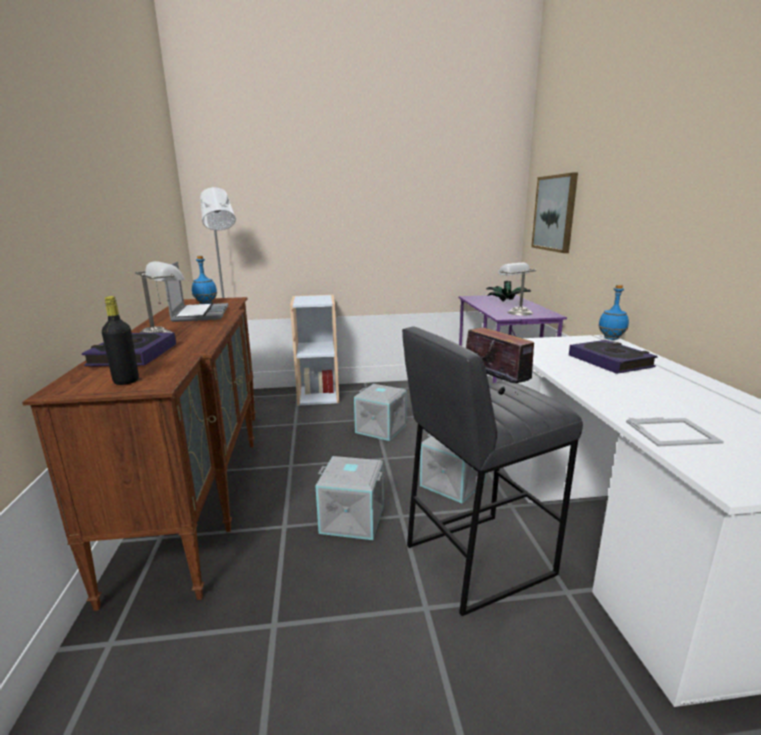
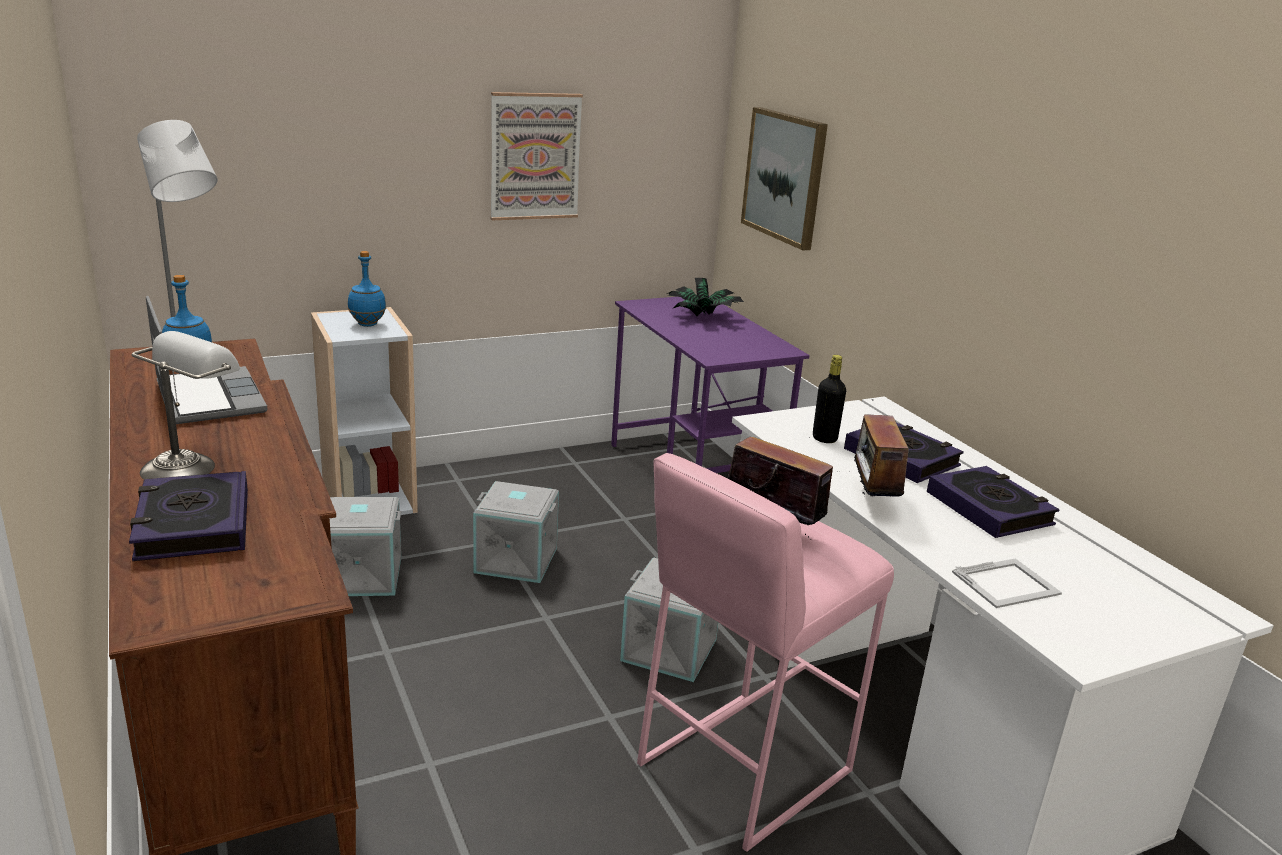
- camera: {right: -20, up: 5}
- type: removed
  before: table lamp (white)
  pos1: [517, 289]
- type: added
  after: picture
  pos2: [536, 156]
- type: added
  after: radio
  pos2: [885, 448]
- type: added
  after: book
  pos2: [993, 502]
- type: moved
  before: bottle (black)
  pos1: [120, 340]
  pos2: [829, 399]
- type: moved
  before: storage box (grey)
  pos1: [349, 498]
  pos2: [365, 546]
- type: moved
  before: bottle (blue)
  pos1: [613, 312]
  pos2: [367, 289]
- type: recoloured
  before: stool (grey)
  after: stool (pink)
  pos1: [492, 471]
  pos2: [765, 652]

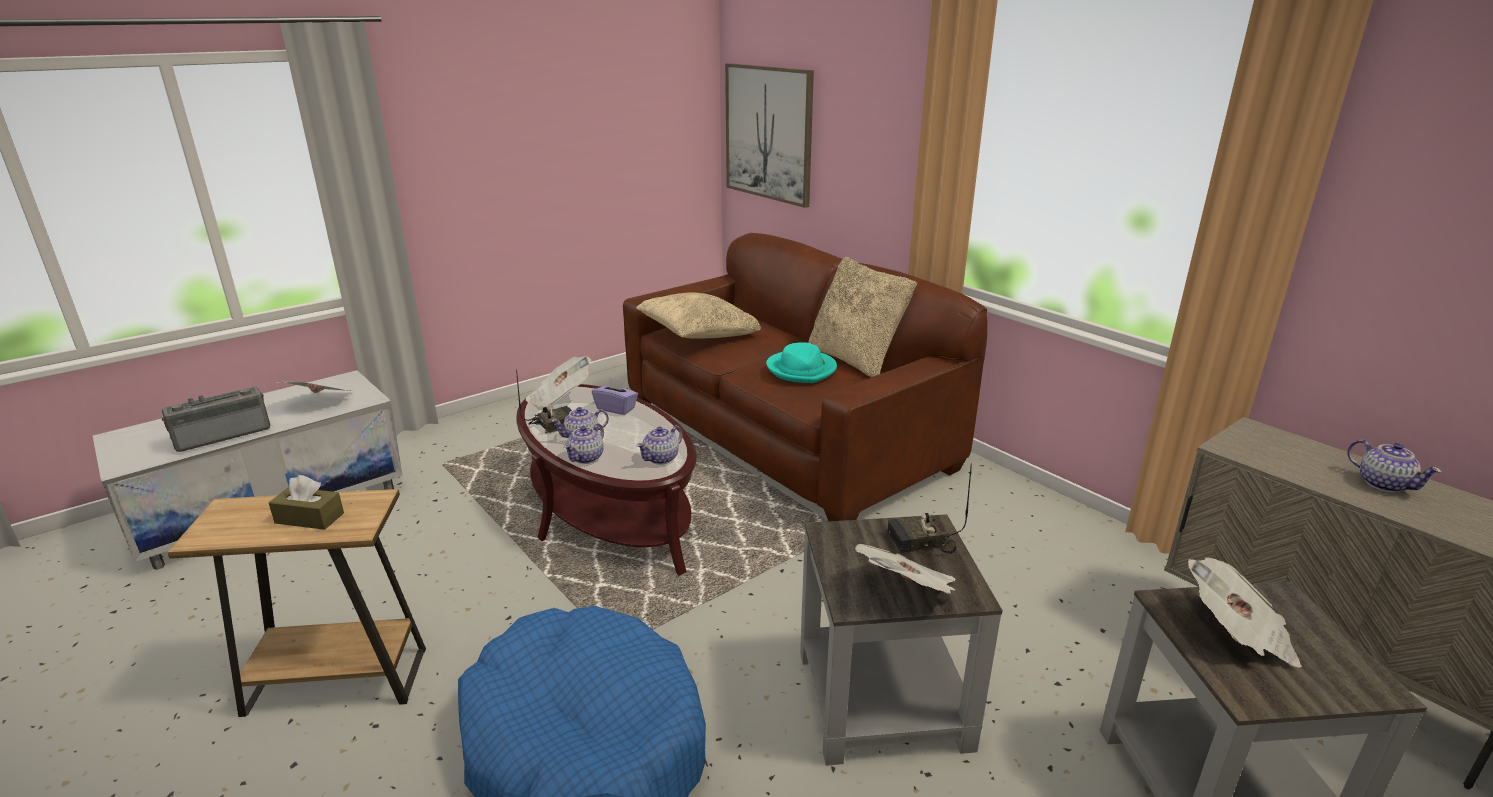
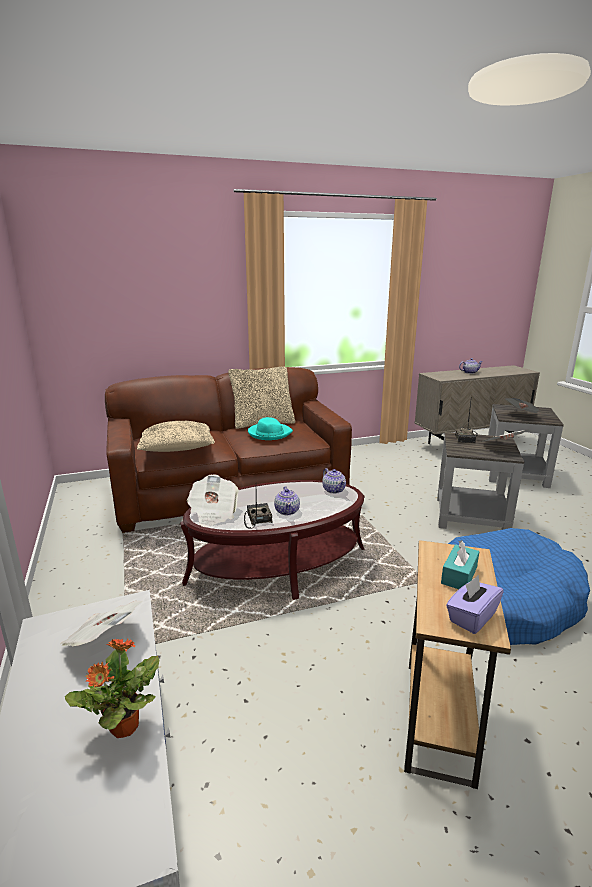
- camera: {right: -70, up: -5}
- type: removed
  before: teapot
  pos1: [584, 443]
- type: removed
  before: picture
  pos1: [769, 135]
- type: moved
  before: tissue box (purple)
  pos1: [615, 396]
  pos2: [475, 604]
- type: replaced
  before: radio
  after: potted plant
  pos1: [215, 419]
  pos2: [112, 688]
- type: recoloured
  before: tissue box (brown)
  after: tissue box (turquoise)
  pos1: [306, 502]
  pos2: [460, 564]

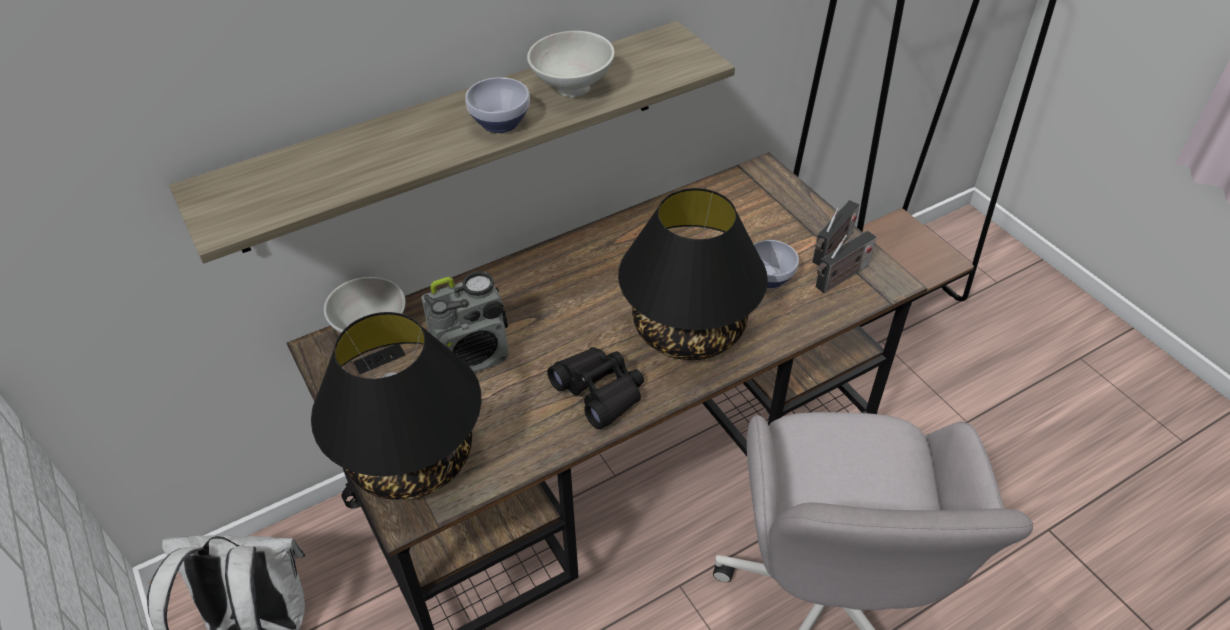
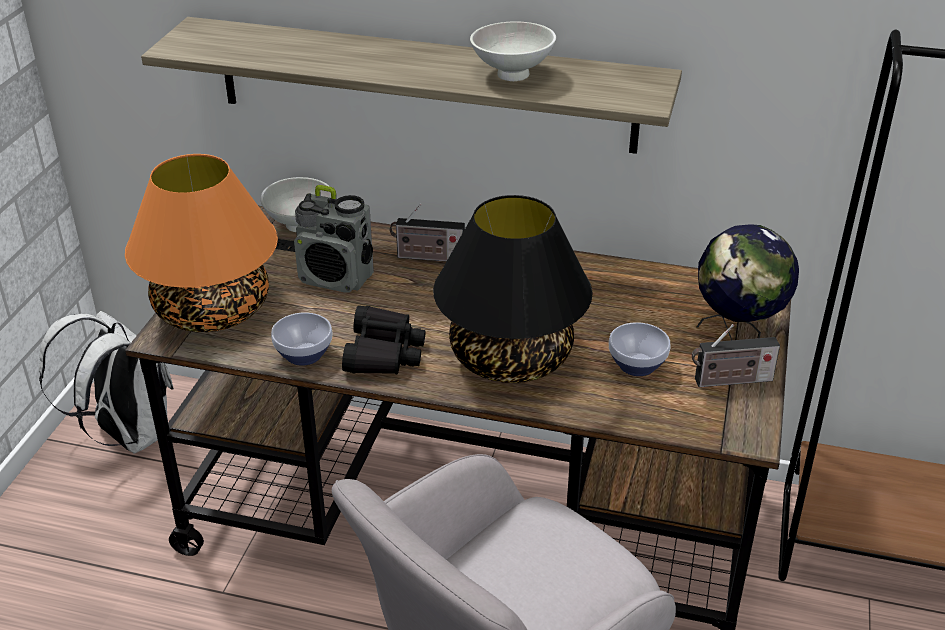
- camera: {right: 45, up: -10}
- type: added
  after: globe
  pos2: [748, 282]
- type: moved
  before: bowl
  pos1: [497, 105]
  pos2: [301, 339]
- type: moved
  before: radio
  pos1: [846, 262]
  pos2: [427, 233]
- type: recoloured
  before: table lamp (black)
  after: table lamp (orange)
  pos1: [396, 406]
  pos2: [201, 243]

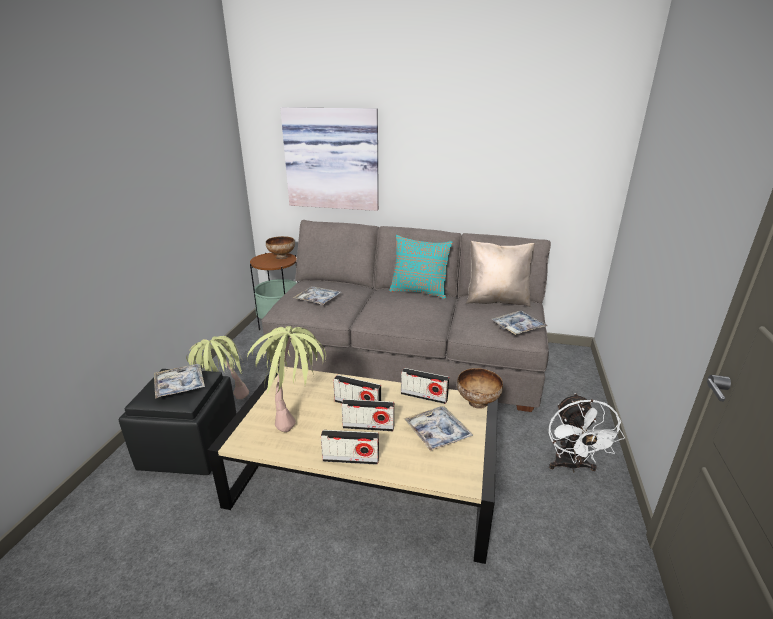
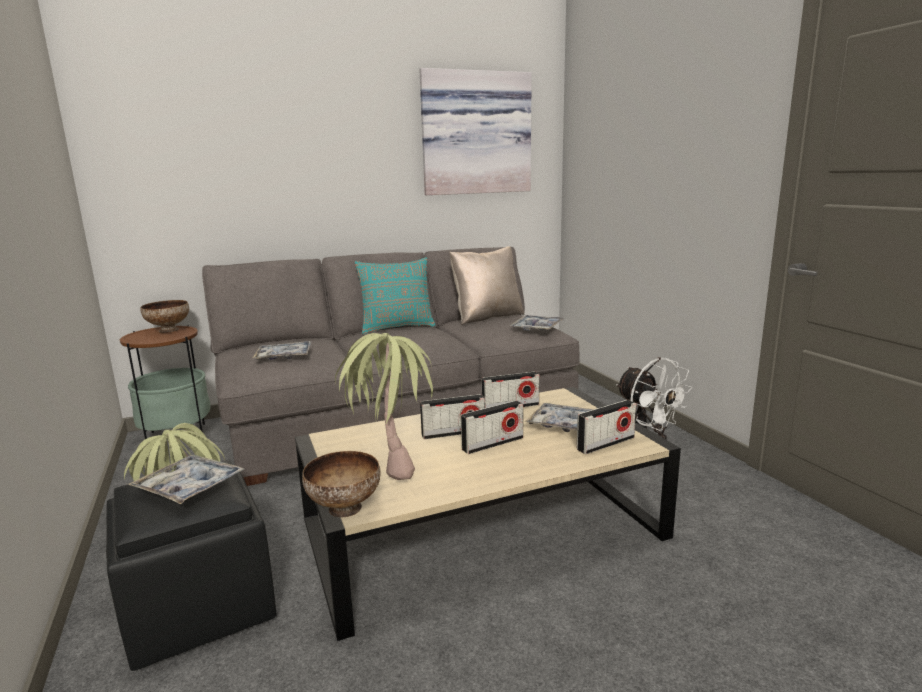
- camera: {right: -35, up: -10}
- type: moved
  before: picture
  pos1: [329, 159]
  pos2: [475, 131]
- type: moved
  before: radio
  pos1: [350, 447]
  pos2: [606, 427]
- type: moved
  before: bowl
  pos1: [480, 388]
  pos2: [341, 484]

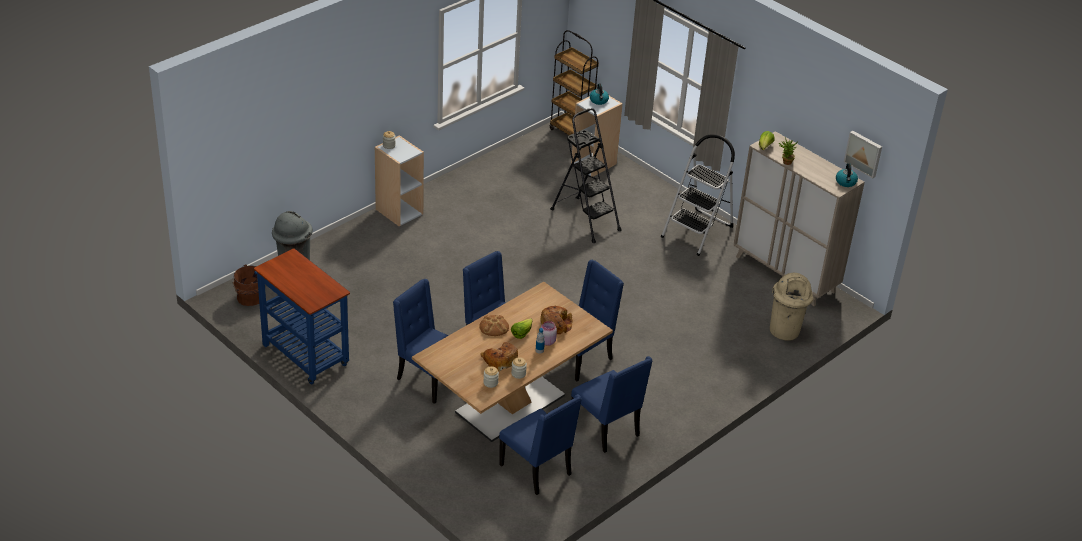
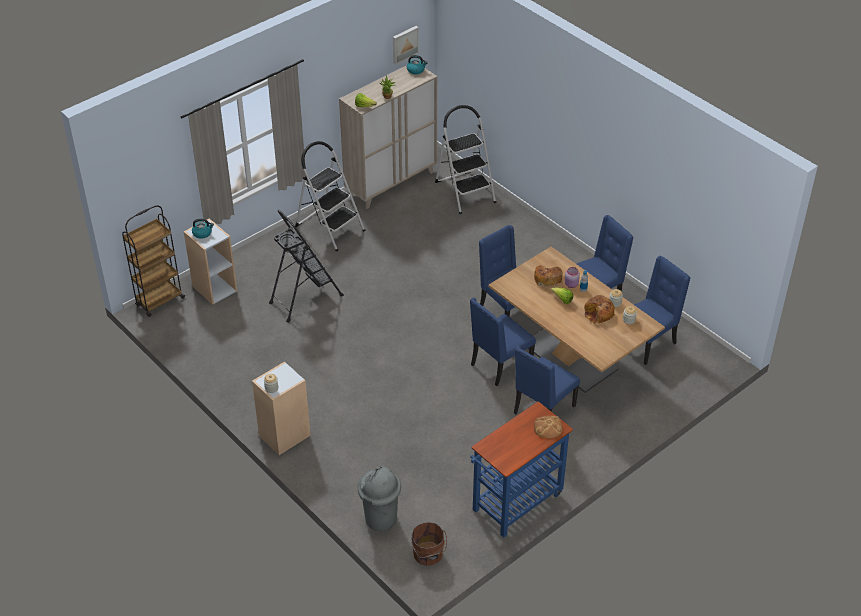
- camera: {right: -85, up: 5}
- type: moved
  before: bread
  pos1: [494, 325]
  pos2: [548, 427]
- type: replaced
  before: trash can (beige)
  after: step ladder
  pos1: [791, 307]
  pos2: [465, 159]

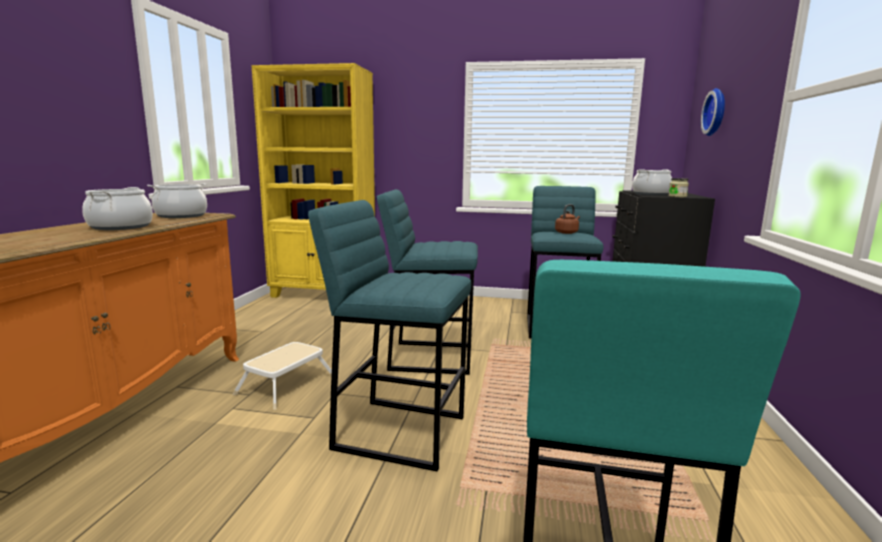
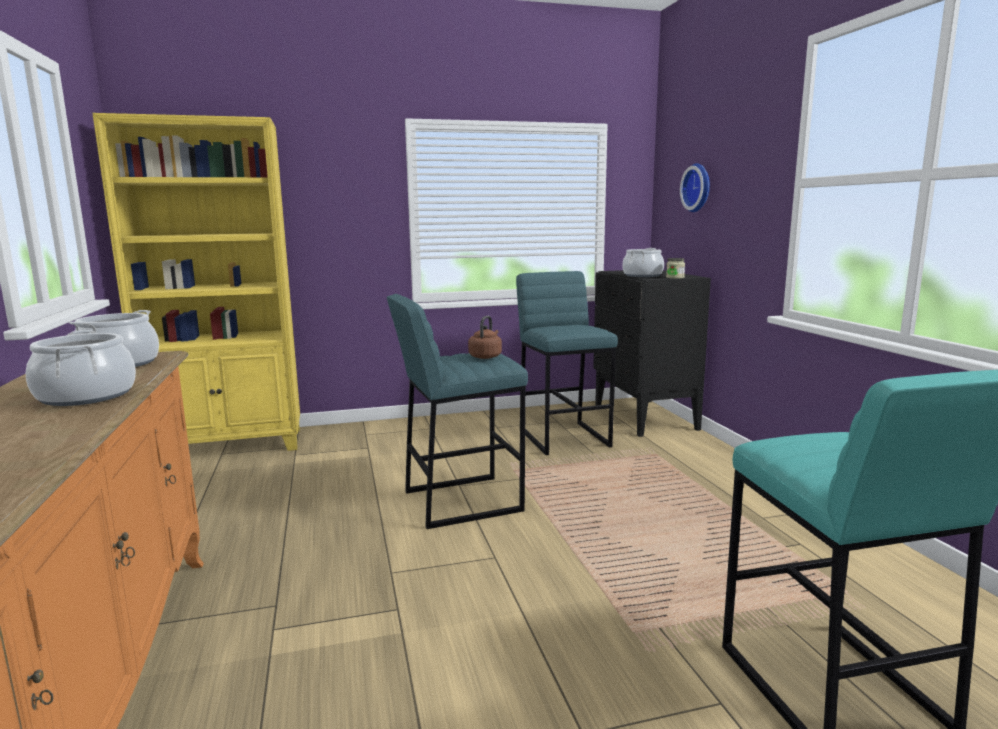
- camera: {right: -25, up: 0}
- type: removed
  before: step ladder (beige)
  pos1: [282, 376]
- type: removed
  before: stool (turquoise)
  pos1: [389, 335]
- type: moved
  before: kettle (brown)
  pos1: [567, 219]
  pos2: [485, 337]

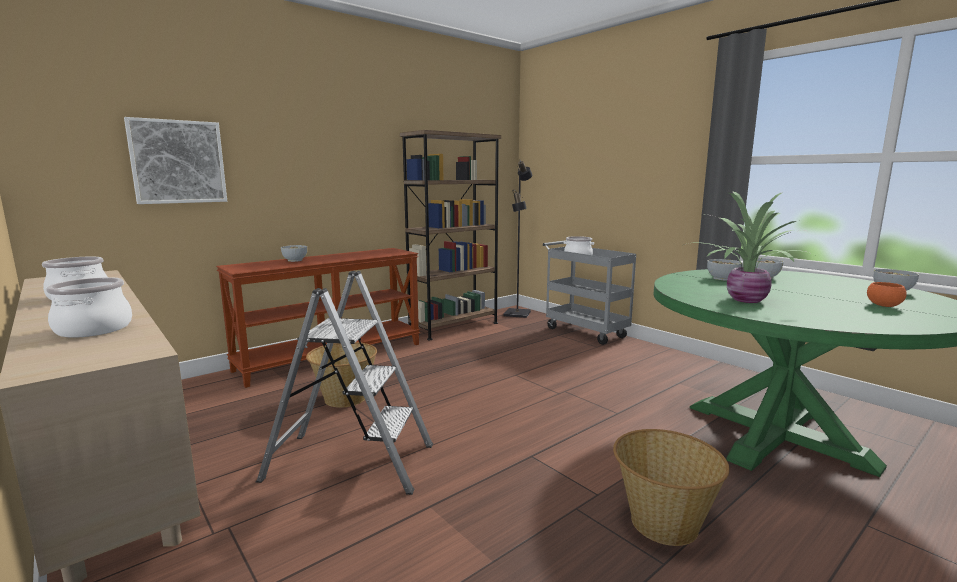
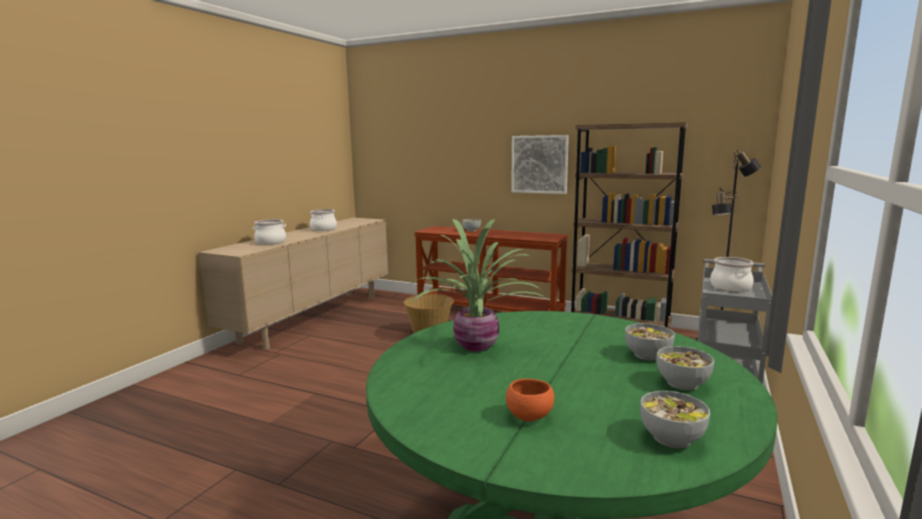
- camera: {right: 65, up: 0}
- type: removed
  before: step ladder (grey)
  pos1: [344, 383]
- type: removed
  before: basket
  pos1: [671, 487]
- type: moved
  before: picture
  pos1: [175, 160]
  pos2: [540, 164]
- type: moved
  before: bowl
  pos1: [724, 269]
  pos2: [685, 368]

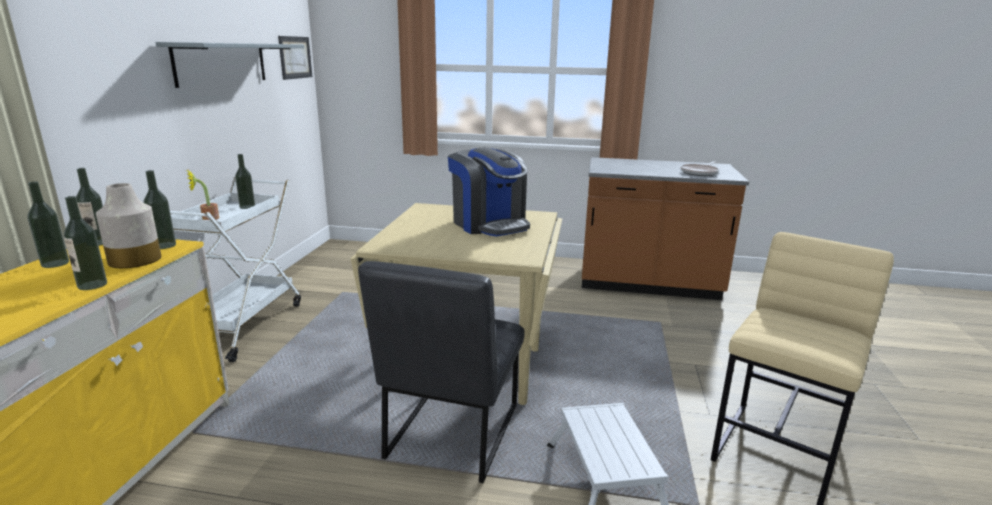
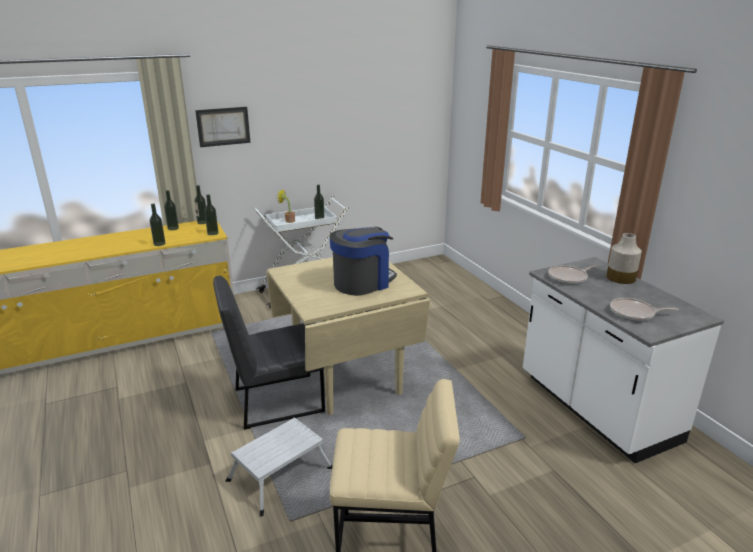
- camera: {right: 55, up: 5}
- type: removed
  before: shelf (grey)
  pos1: [230, 65]
- type: added
  after: frying pan
  pos2: [573, 275]
- type: moved
  before: vase (beige)
  pos1: [128, 225]
  pos2: [624, 258]
- type: moved
  before: picture
  pos1: [295, 58]
  pos2: [222, 127]
- type: recoloured
  before: counter (brown)
  after: counter (white)
  pos1: [665, 228]
  pos2: [623, 360]
- type: turned
  before: coffee machine
  pos1: [489, 191]
  pos2: [363, 261]
  turn: -150

